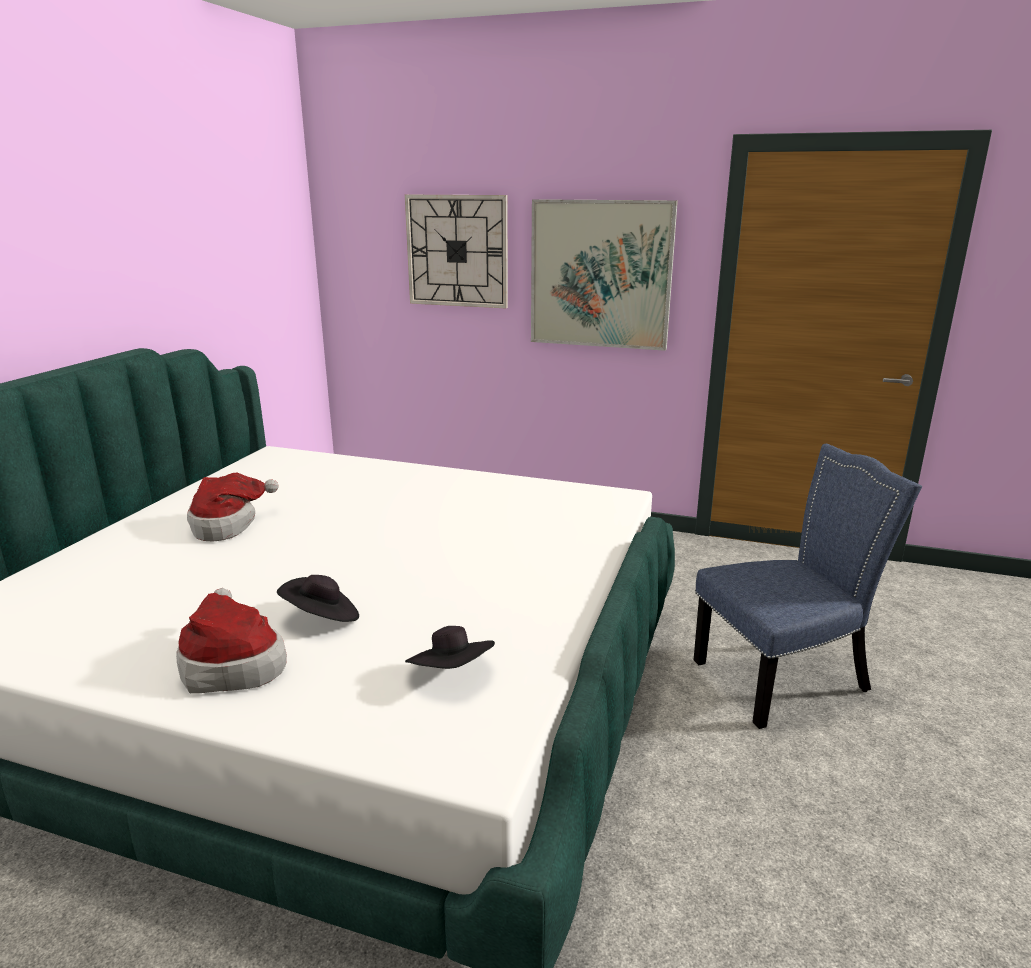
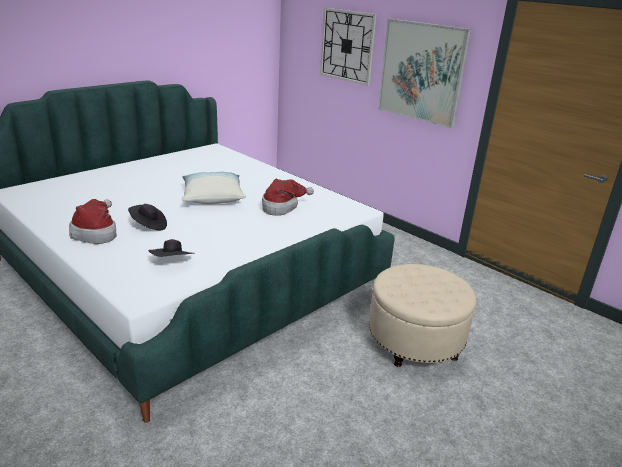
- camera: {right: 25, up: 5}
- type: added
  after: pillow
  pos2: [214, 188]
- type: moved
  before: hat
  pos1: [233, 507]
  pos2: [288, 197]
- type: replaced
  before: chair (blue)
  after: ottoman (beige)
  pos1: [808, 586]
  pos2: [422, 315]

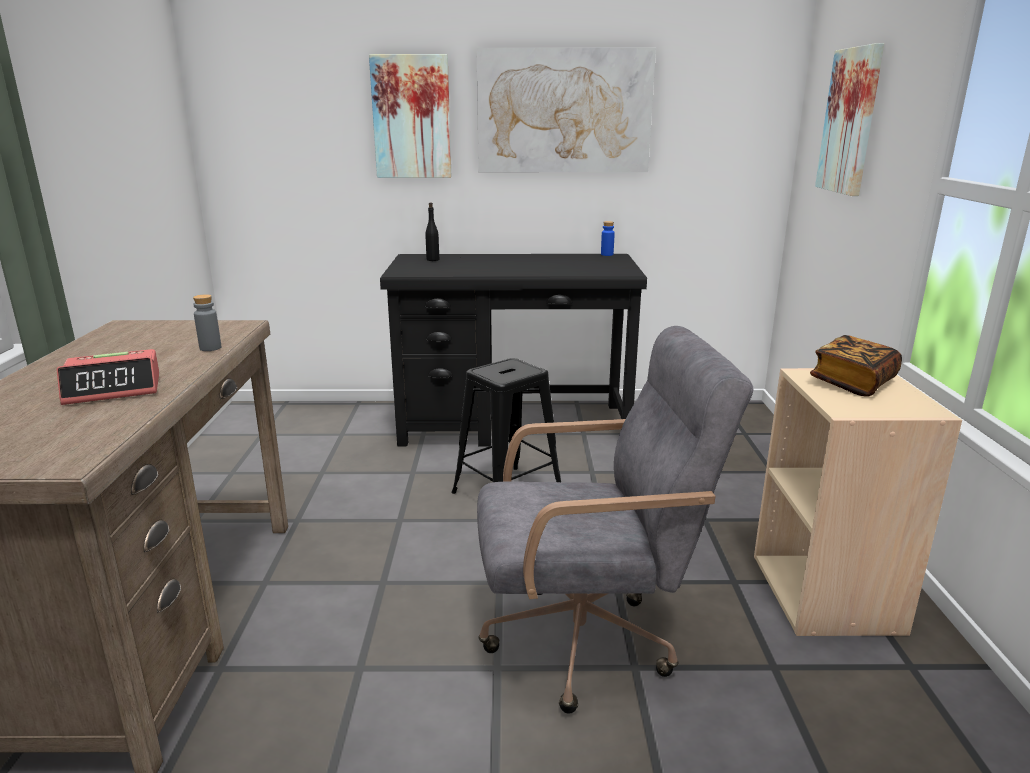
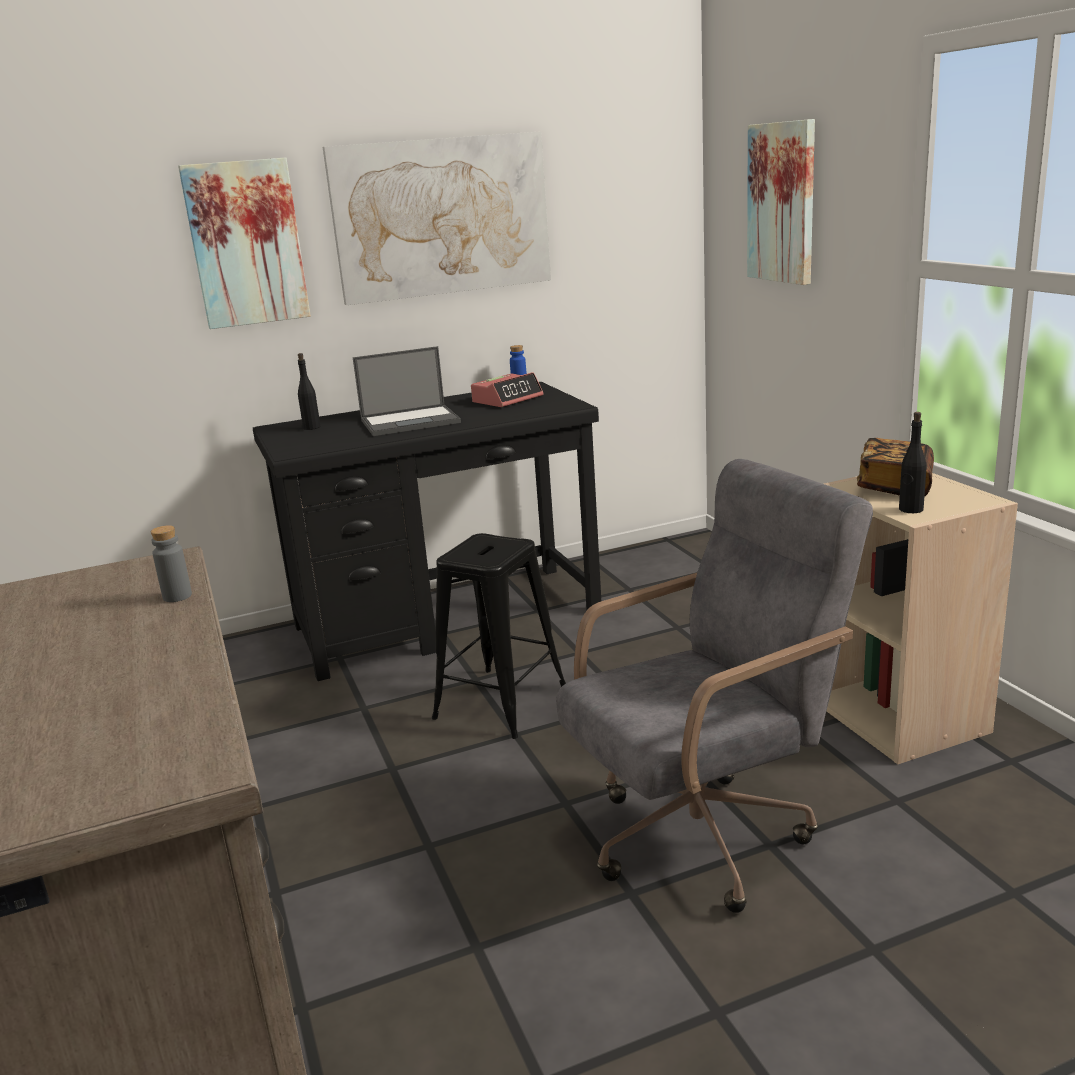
- camera: {right: -20, up: 0}
- type: added
  after: laptop
  pos2: [407, 391]
- type: added
  after: bottle (black)
  pos2: [913, 462]
- type: moved
  before: alarm clock
  pos1: [108, 377]
  pos2: [507, 389]

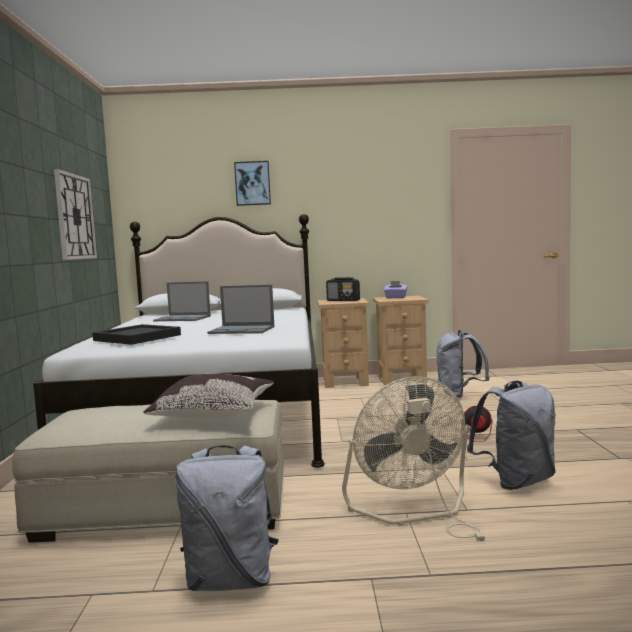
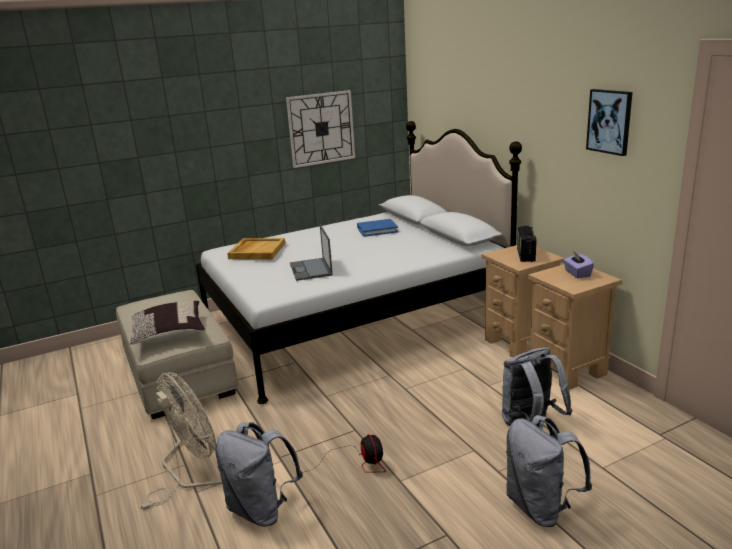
- camera: {right: 65, up: 15}
- type: moved
  before: backpack (grey)
  pos1: [227, 518]
  pos2: [549, 471]
- type: moved
  before: picture
  pos1: [252, 183]
  pos2: [609, 122]
- type: replaced
  before: laptop
  after: book (blue)
  pos1: [182, 301]
  pos2: [377, 228]
- type: recoloured
  before: tray (black)
  after: tray (beige)
  pos1: [136, 334]
  pos2: [256, 248]

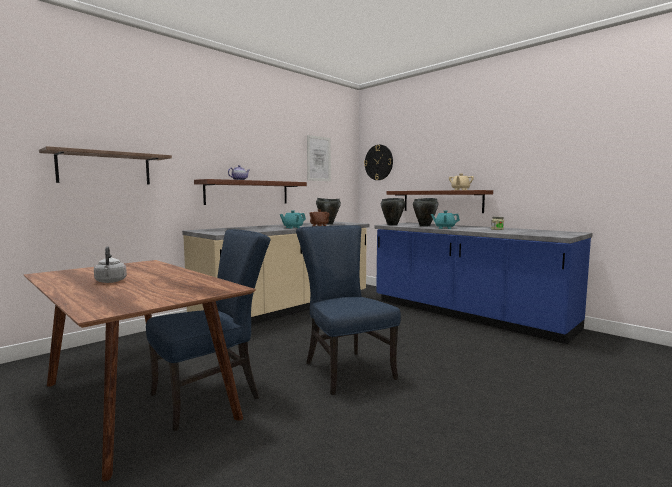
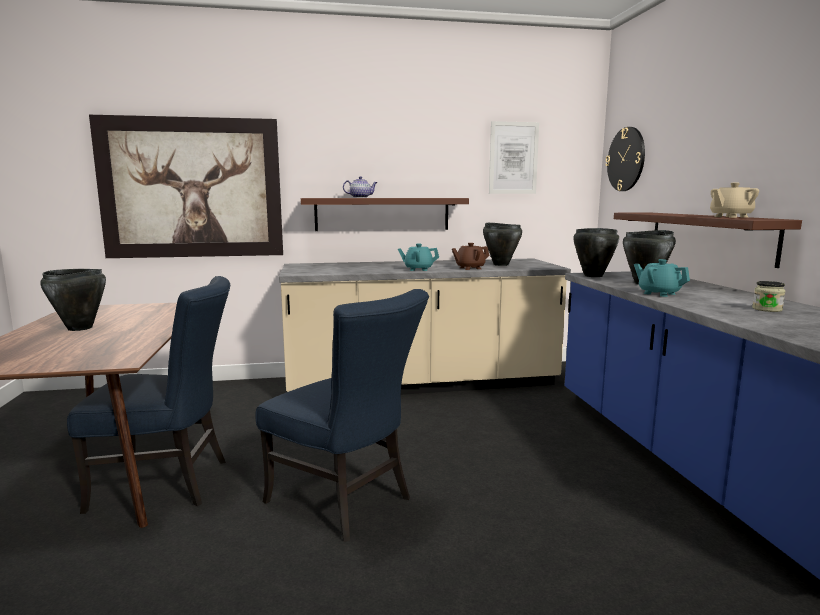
- camera: {right: 35, up: 5}
- type: replaced
  before: shelf
  after: picture
  pos1: [105, 165]
  pos2: [186, 186]
- type: replaced
  before: kettle (grey)
  after: cooking pot (black)
  pos1: [110, 264]
  pos2: [73, 300]
- type: turned
  before: chair (blue)
  pos1: [348, 310]
  pos2: [342, 415]
  turn: 120

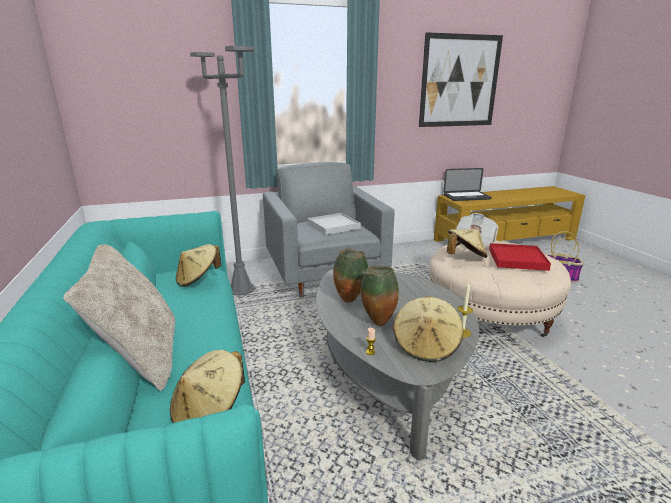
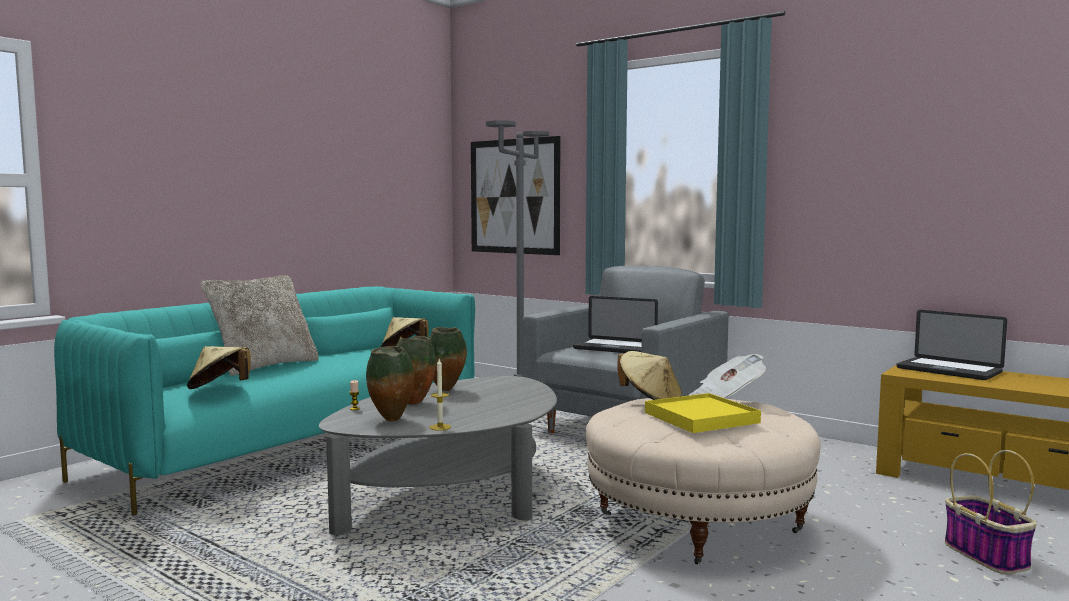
- camera: {right: 55, up: -15}
- type: moved
  before: picture
  pos1: [461, 79]
  pos2: [515, 195]
- type: replaced
  before: tray (white)
  after: laptop
  pos1: [334, 224]
  pos2: [615, 324]
- type: replaced
  before: hat (beige)
  after: vase
  pos1: [428, 329]
  pos2: [390, 383]
- type: recoloured
  before: tray (red)
  after: tray (yellow)
  pos1: [520, 257]
  pos2: [703, 413]

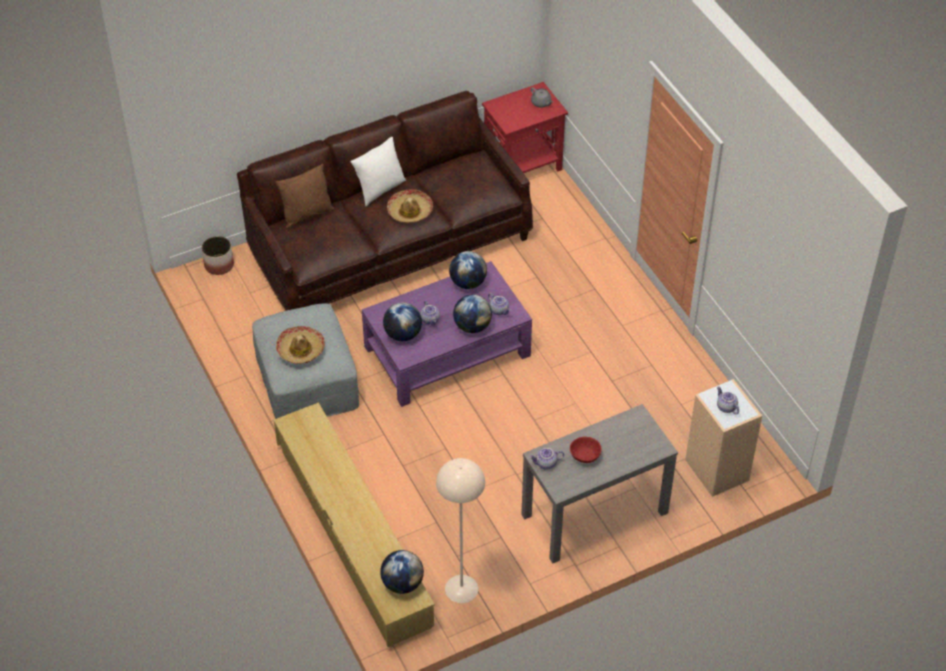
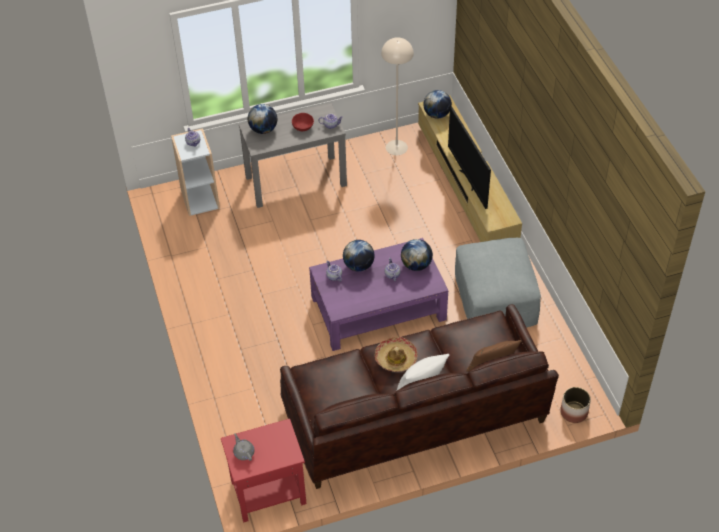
- camera: {right: -170, up: 0}
- type: removed
  before: hat
  pos1: [300, 345]
- type: added
  after: television
  pos2: [469, 158]
- type: moved
  before: globe
  pos1: [468, 270]
  pos2: [262, 119]

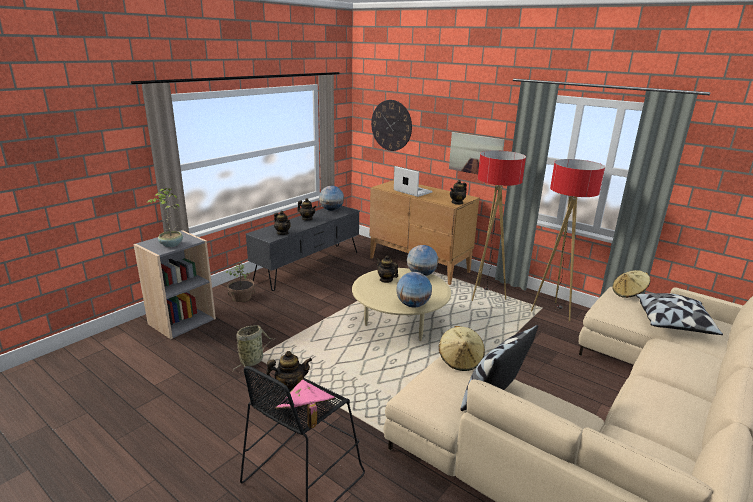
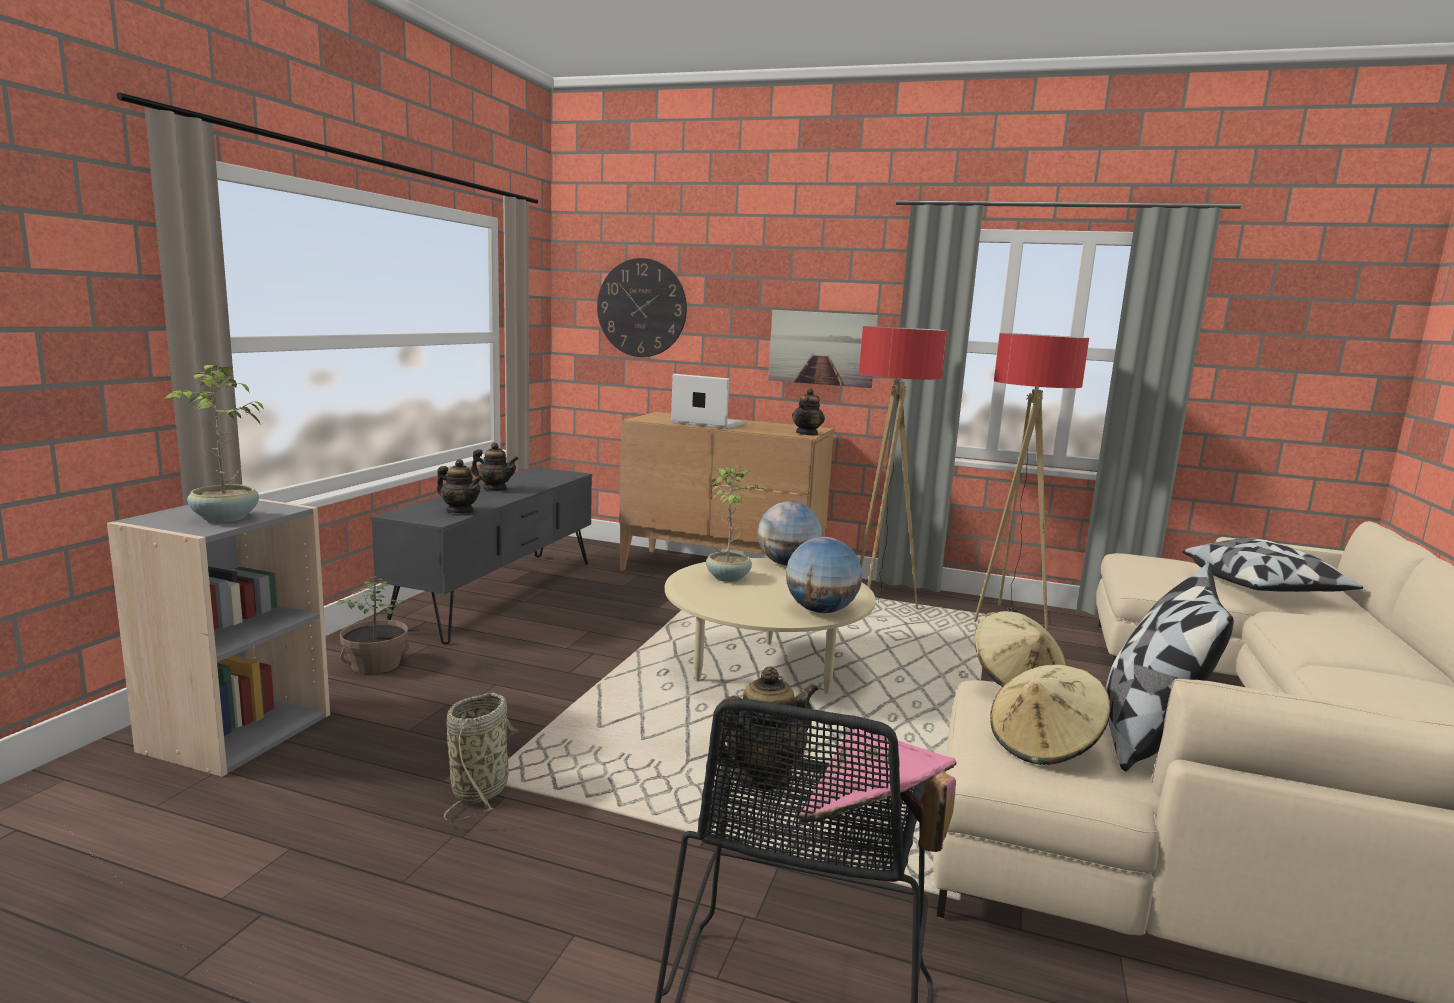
- camera: {right: -20, up: -10}
- type: removed
  before: globe
  pos1: [331, 198]
- type: moved
  before: hat (beige)
  pos1: [631, 284]
  pos2: [1050, 715]
- type: replaced
  before: teapot
  after: potted plant
  pos1: [387, 269]
  pos2: [735, 523]

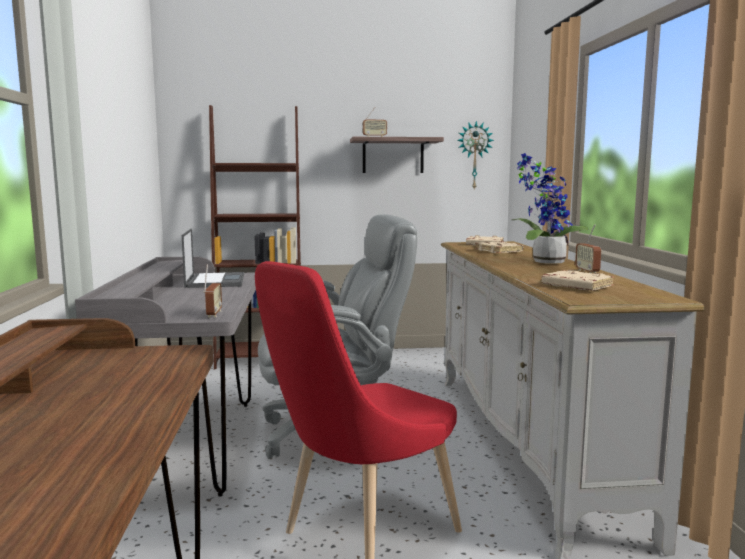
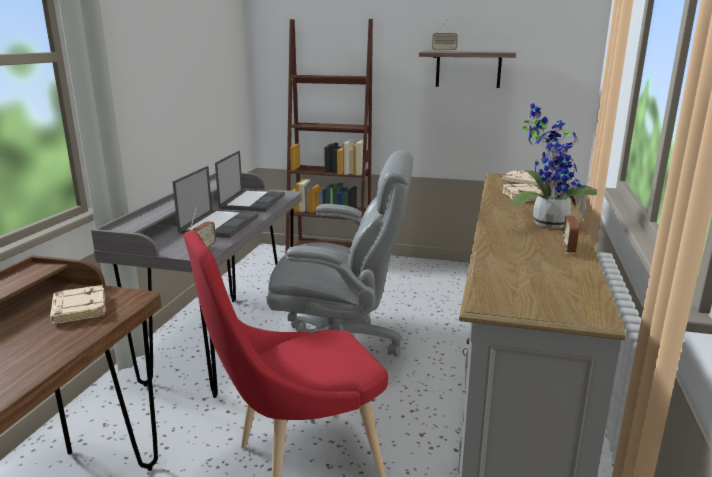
- camera: {right: 20, up: 10}
- type: removed
  before: wall clock
  pos1: [475, 155]
- type: added
  after: laptop
  pos2: [215, 202]
- type: moved
  before: book (beige)
  pos1: [577, 280]
  pos2: [78, 304]

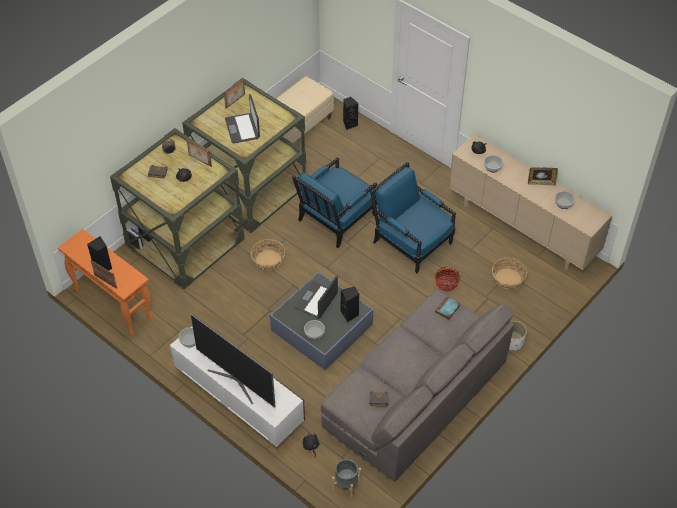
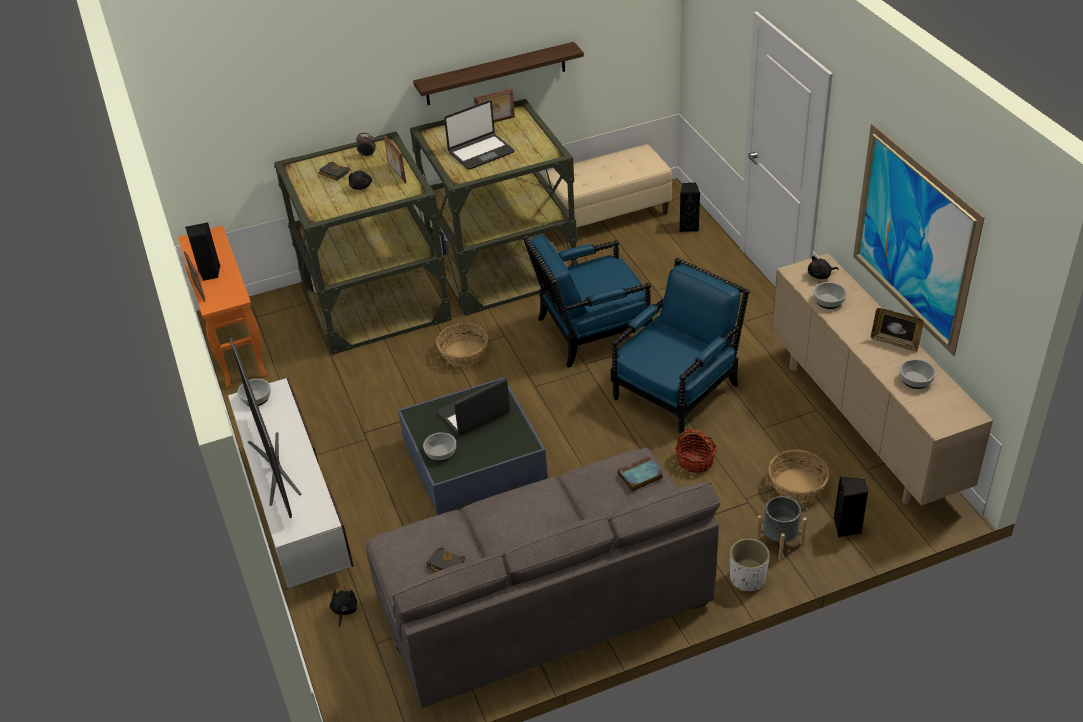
- camera: {right: 30, up: -10}
- type: added
  after: shelf
  pos2: [498, 73]
- type: added
  after: picture
  pos2: [919, 240]
- type: moved
  before: planter (grey)
  pos1: [346, 478]
  pos2: [781, 528]
- type: moved
  before: speaker (black)
  pos1: [350, 304]
  pos2: [851, 507]
- type: turned
  before: laptop
  pos1: [242, 118]
  pos2: [479, 135]
  turn: -135
- type: turned
  before: armchair (blue)
  pos1: [413, 217]
  pos2: [680, 346]
  turn: 60

